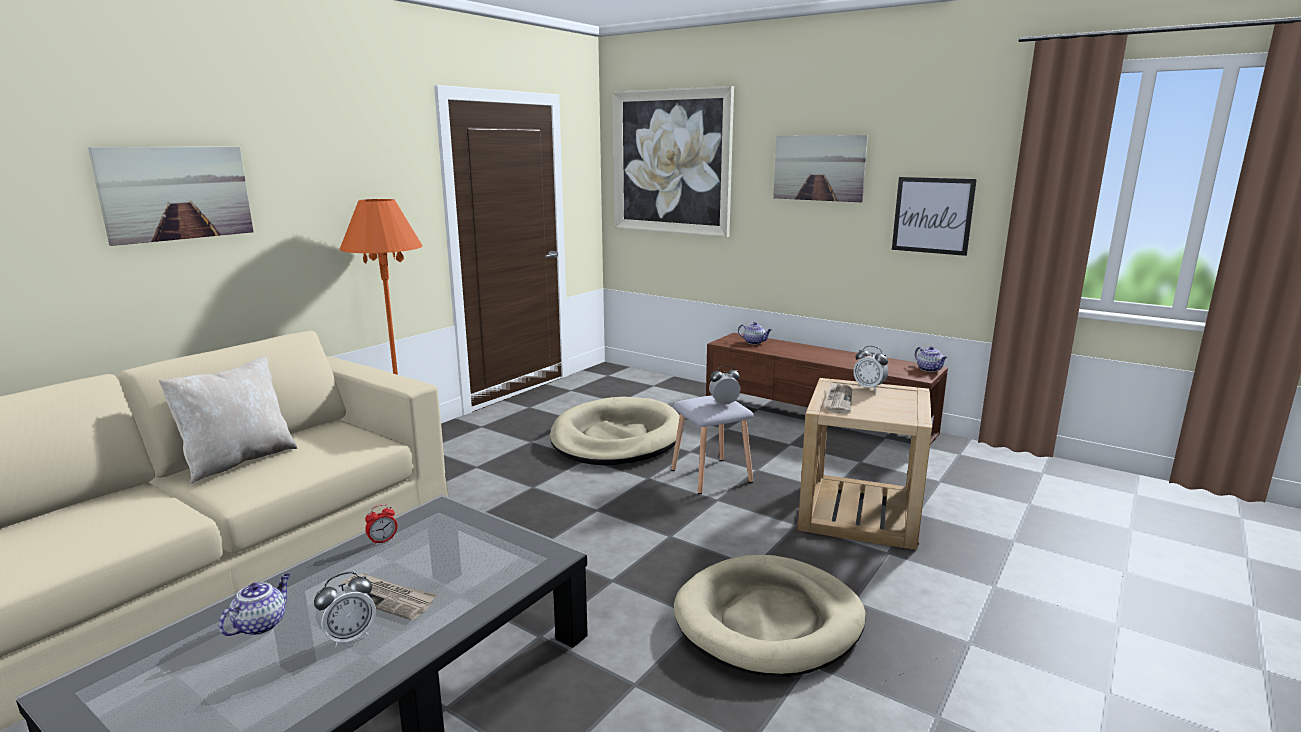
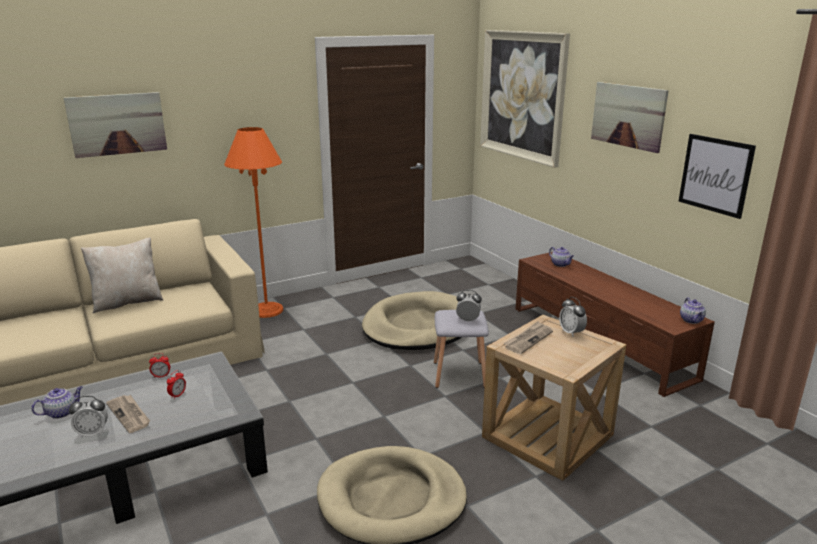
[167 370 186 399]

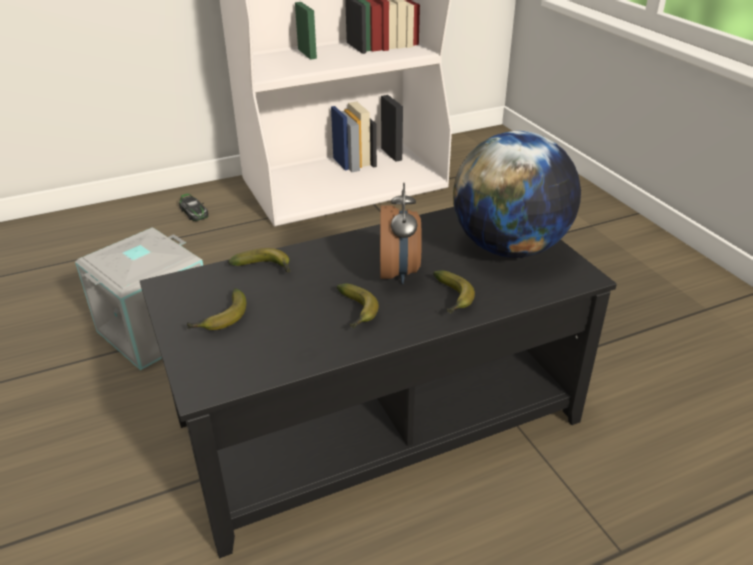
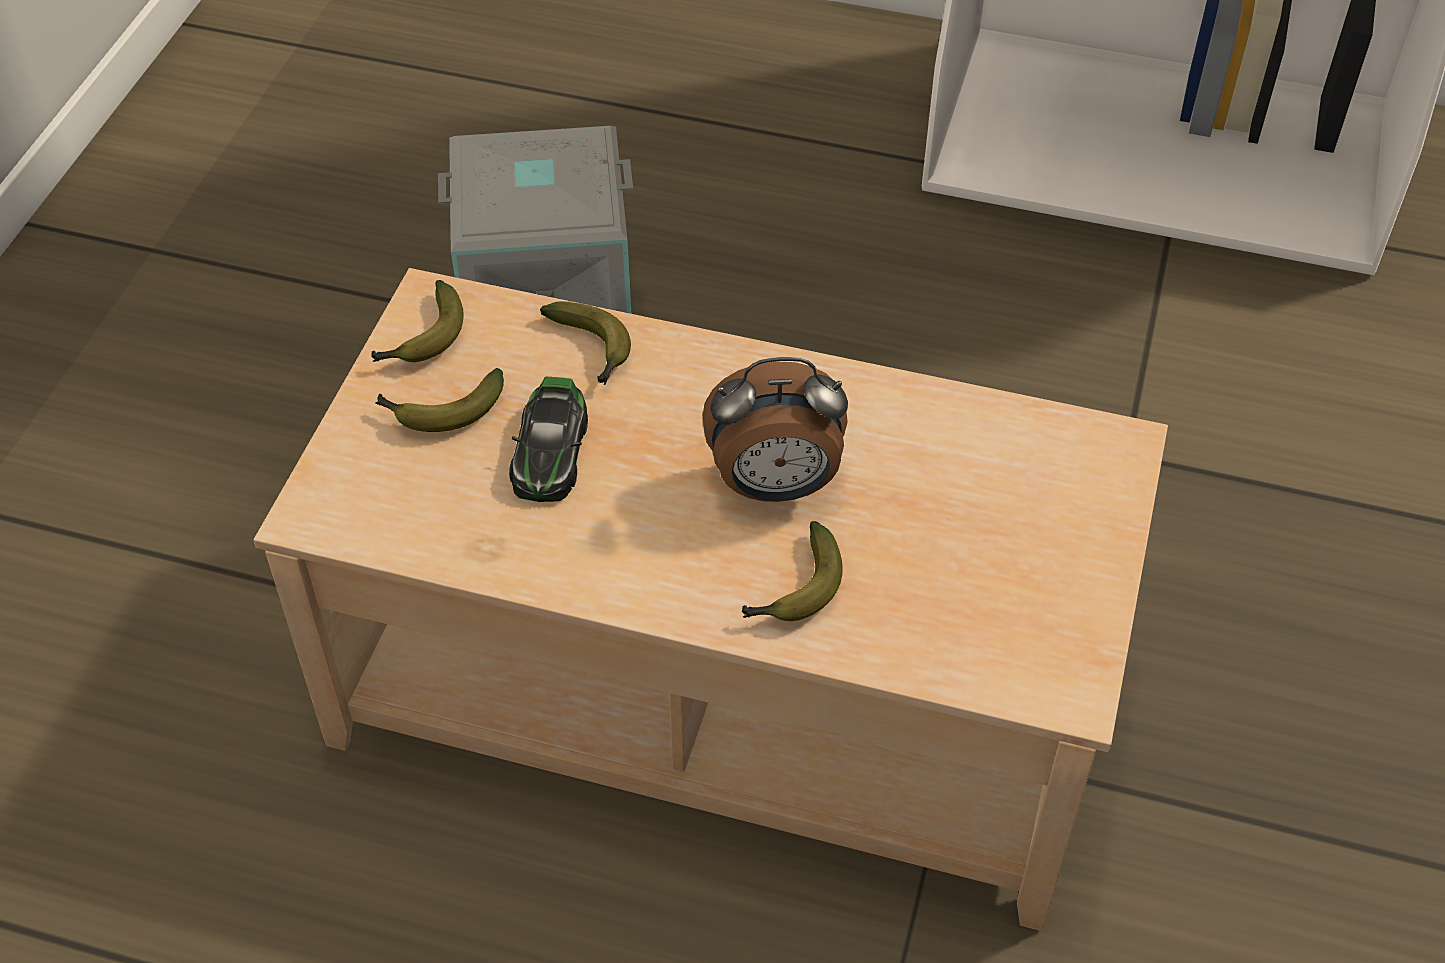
[253 268 1168 931]
[371 280 463 362]
[509 377 588 502]
[703 357 848 502]
[453 131 581 258] (first image)

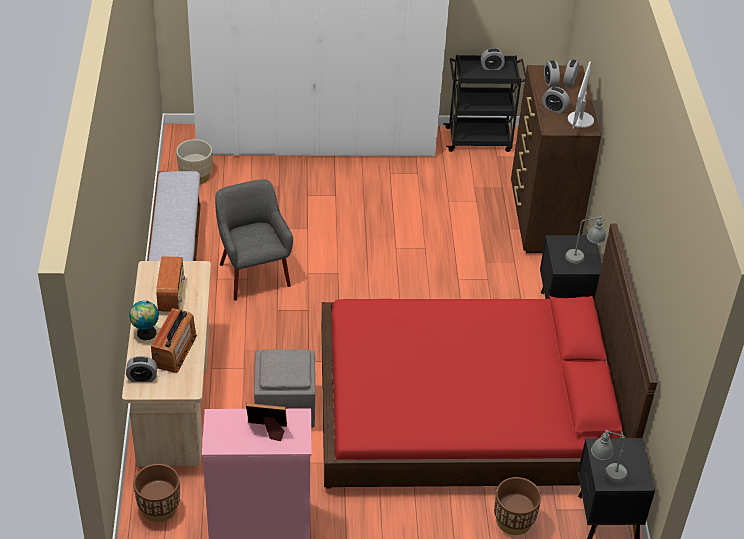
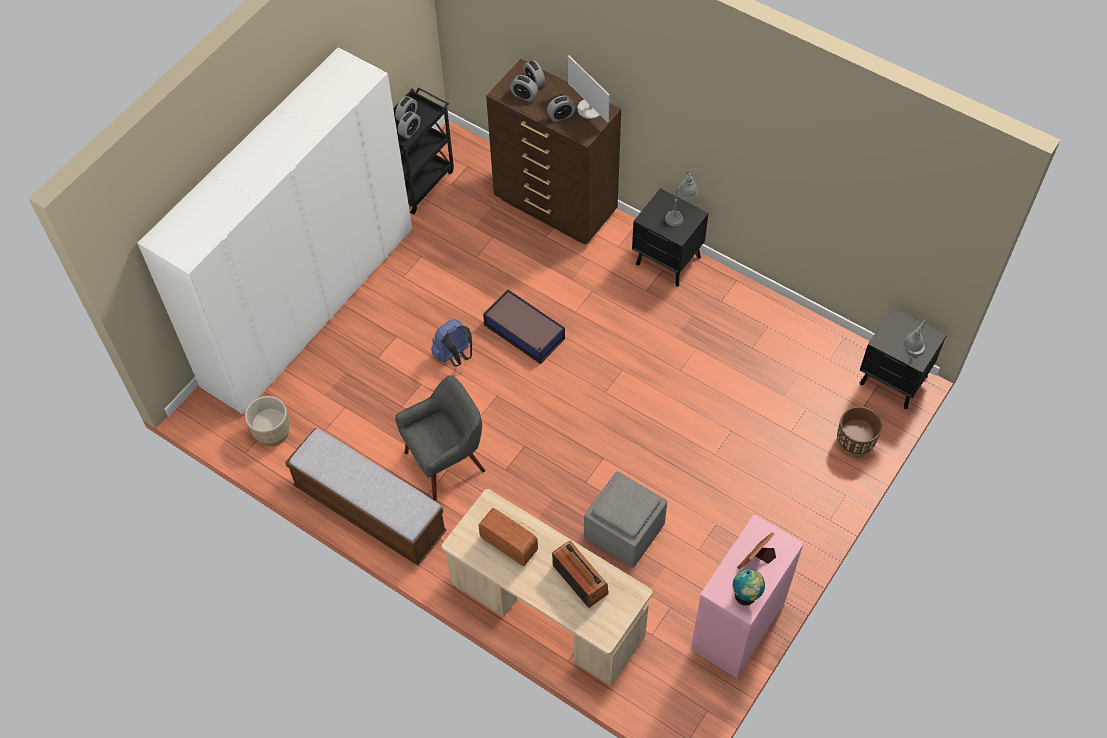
[395 375 485 501]
[398 111 421 139]
[431 319 472 367]
[483 290 565 364]
[733 569 765 605]
[133 464 180 522] (first image)
[321 224 657 489] (first image)

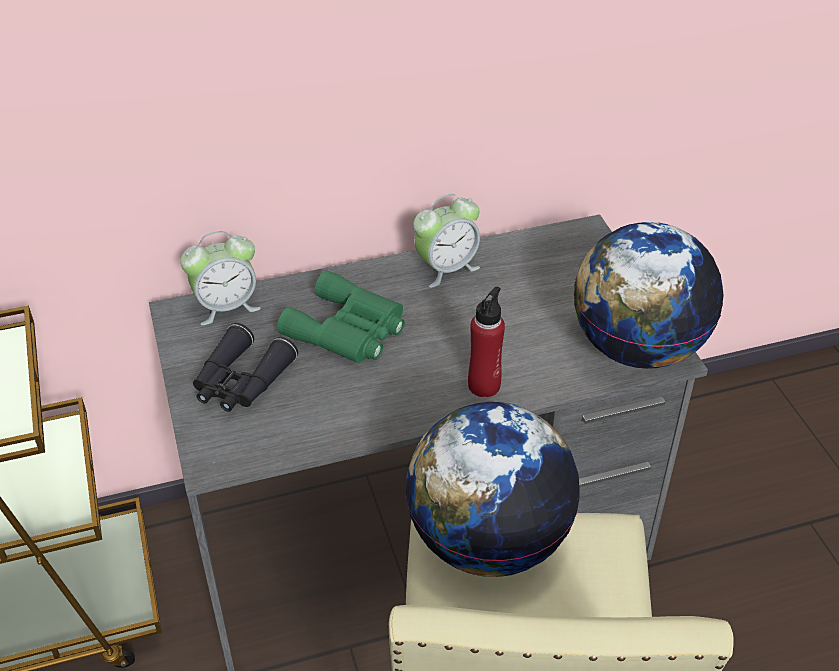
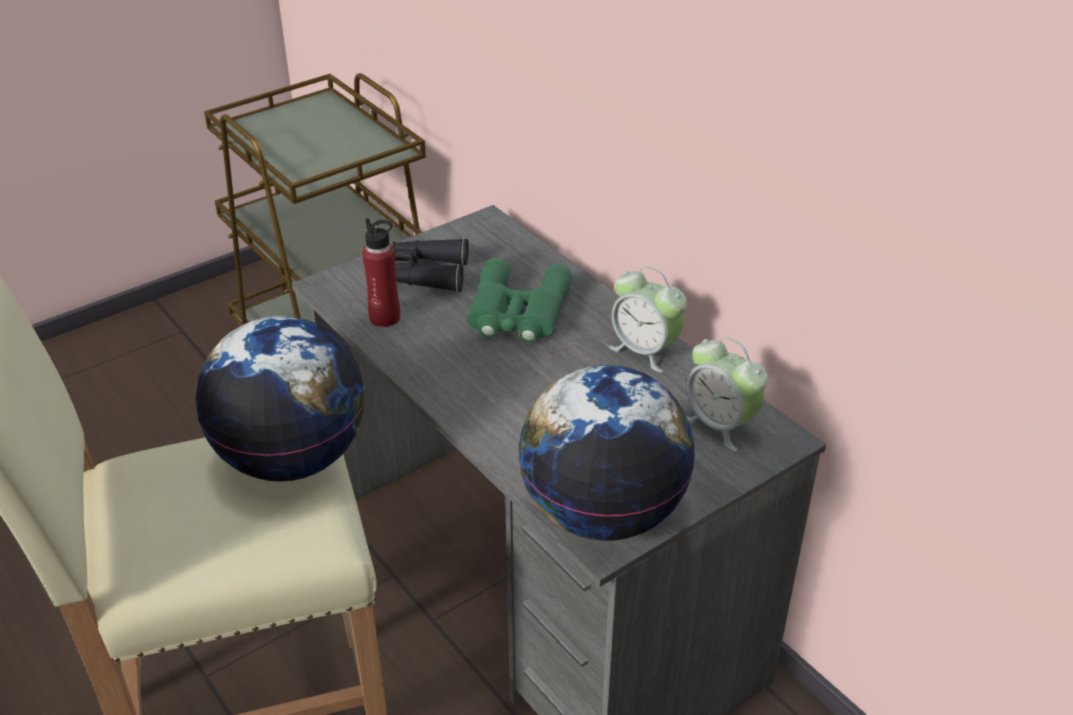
[362 218 400 327]
[686 337 768 451]

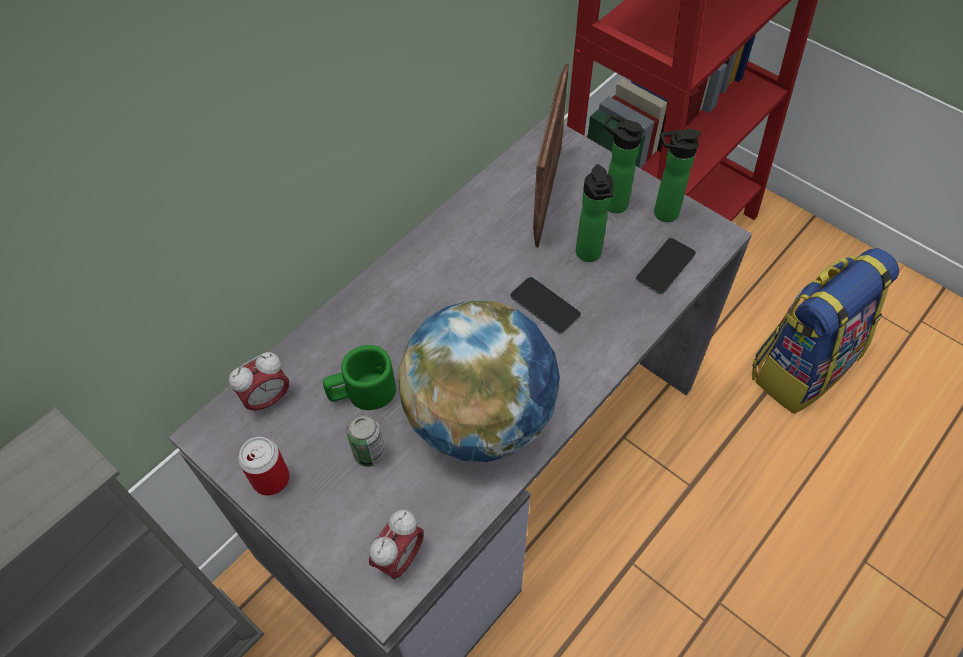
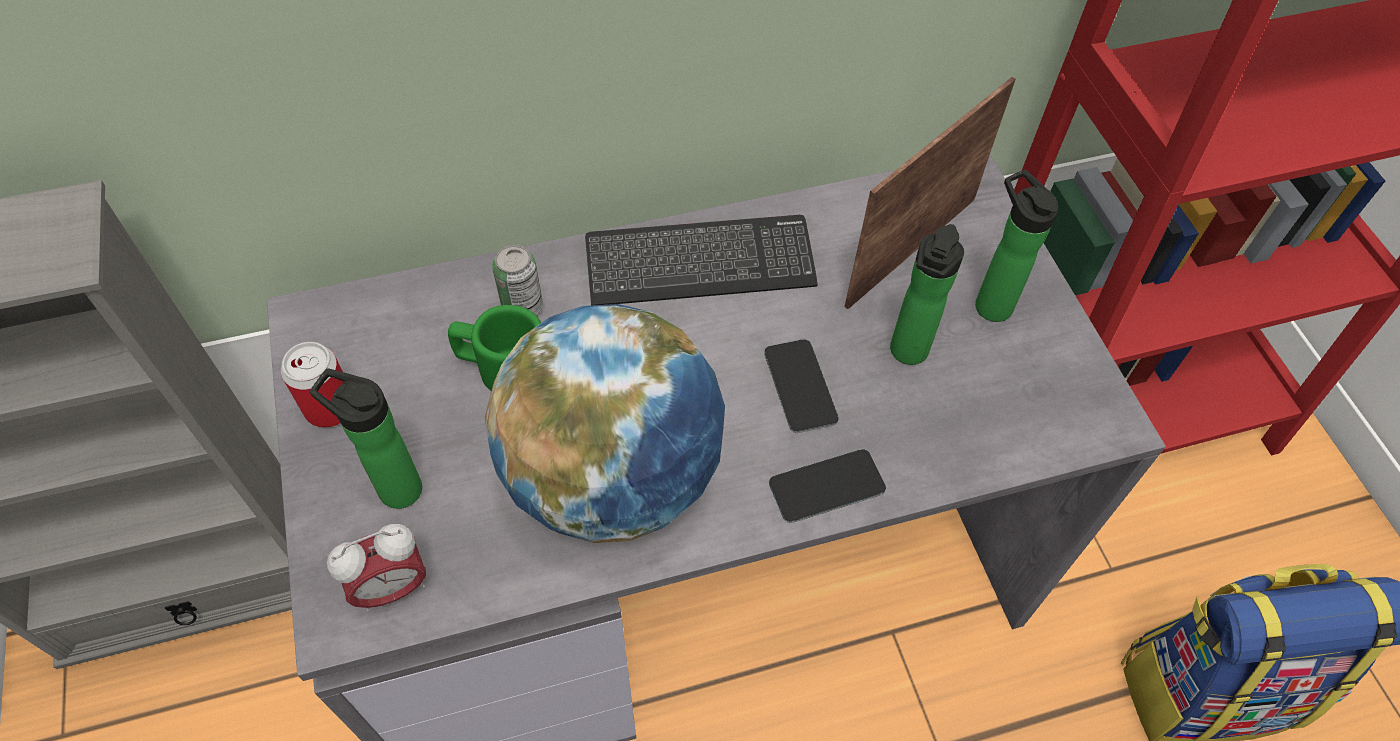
[310 368 422 509]
[492 244 543 315]
[585 215 818 305]
[769 449 886 523]
[229 352 289 415] (first image)

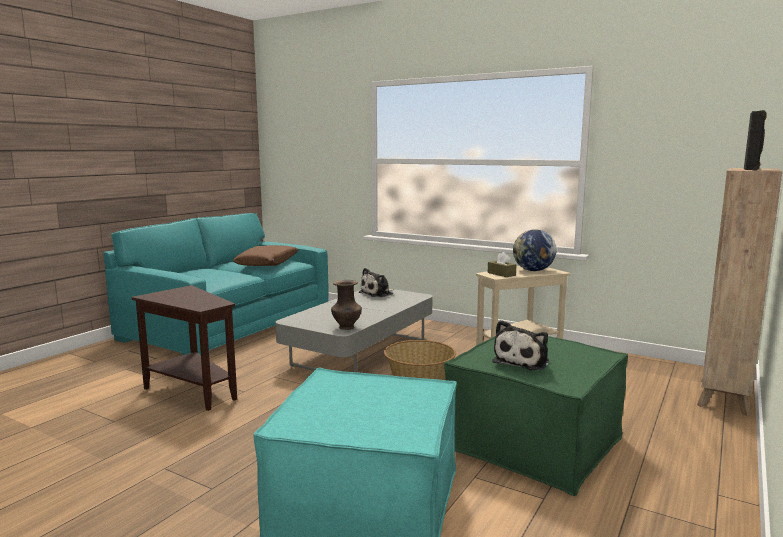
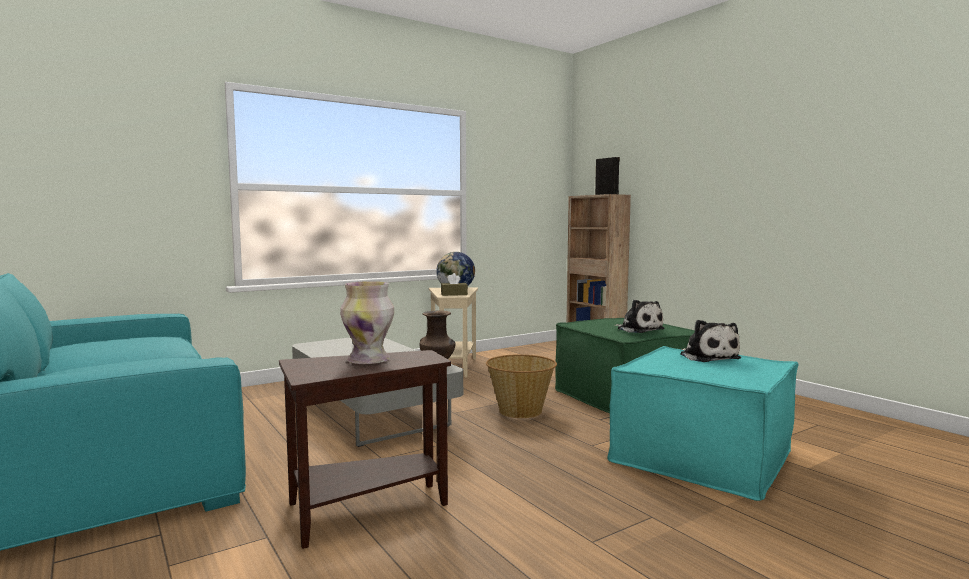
[340 281 394 364]
[680 320 741 362]
[233 245 299 266] (first image)

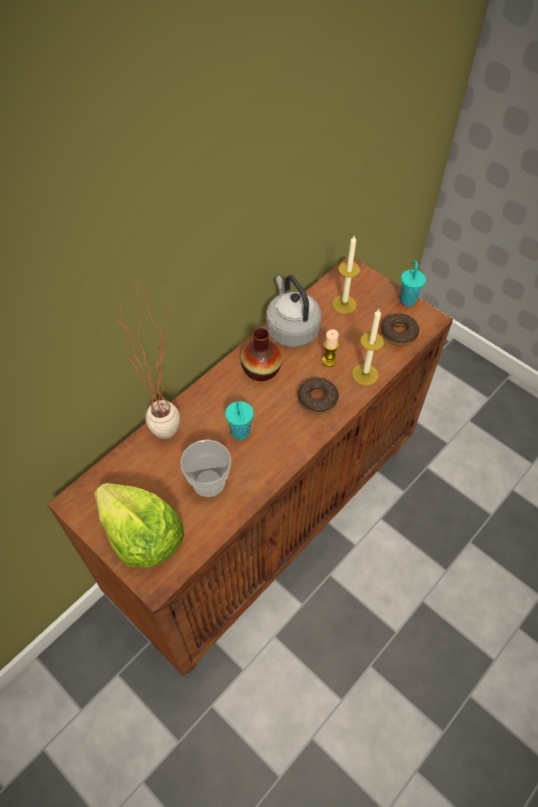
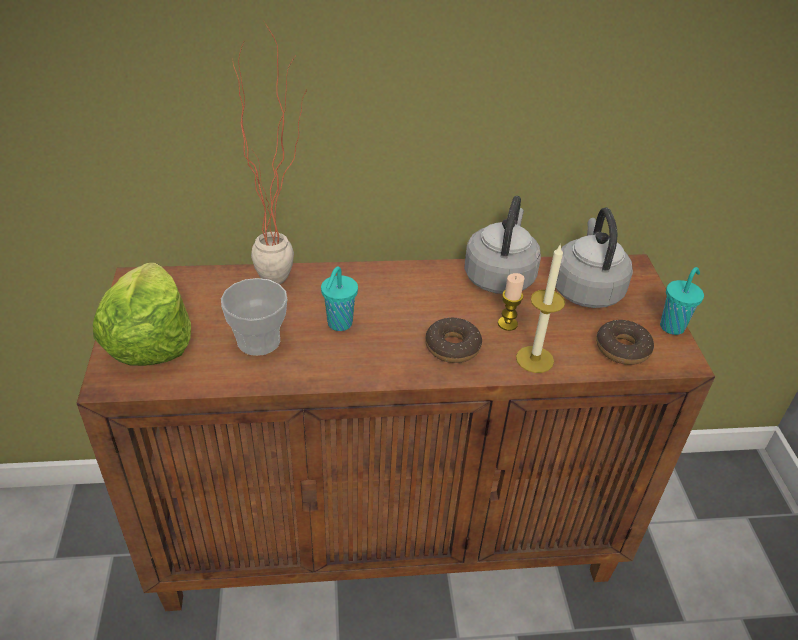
[556 208 633 308]
[241 328 282 381] (first image)

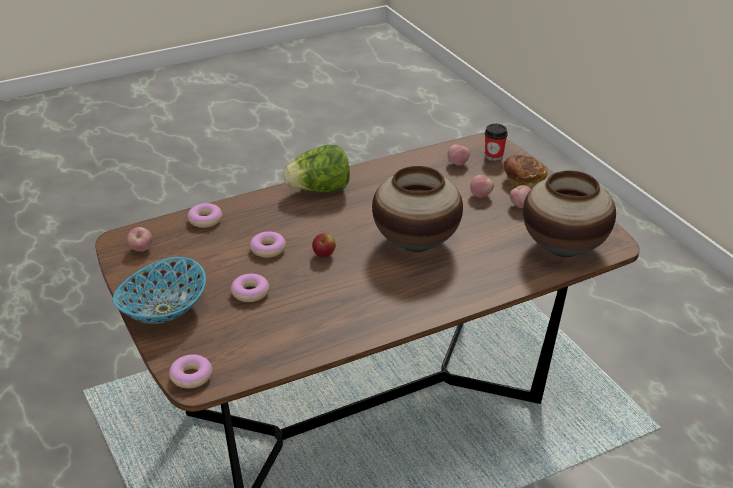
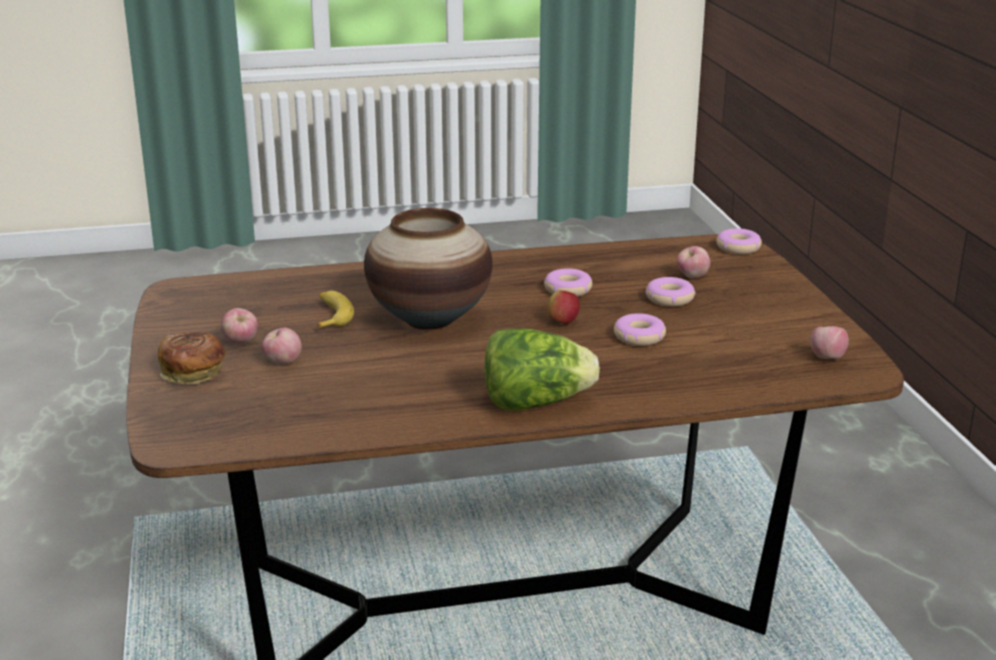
[317 291 354 329]
[544 268 592 297]
[677 246 710 279]
[113 257 206 324] (first image)
[485 124 508 161] (first image)
[523 171 616 258] (first image)

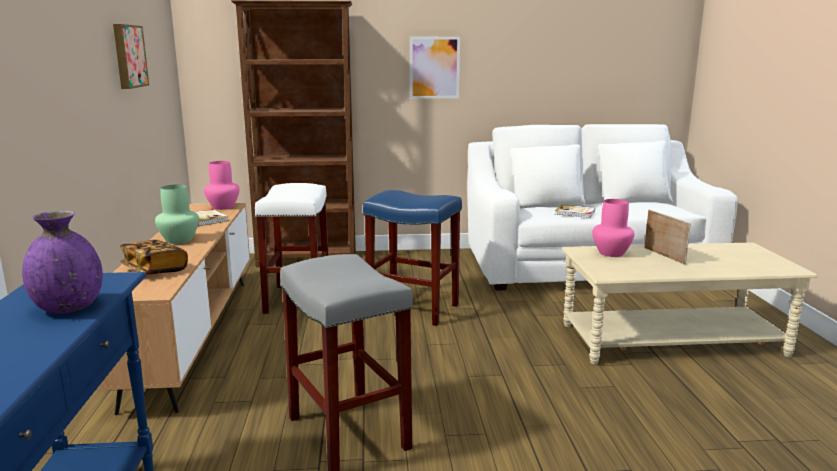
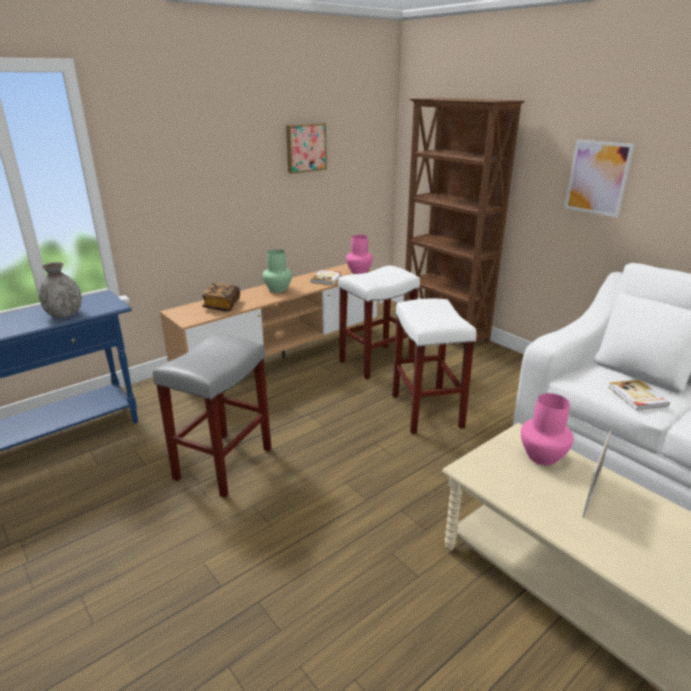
[39 262 82 318]
[392 298 476 434]

